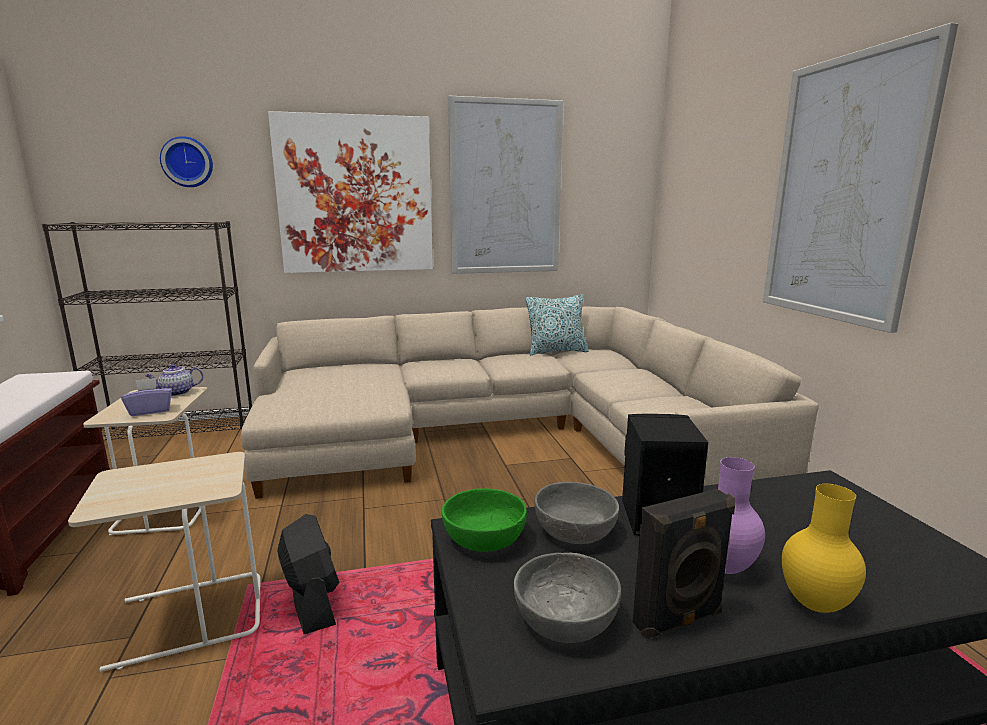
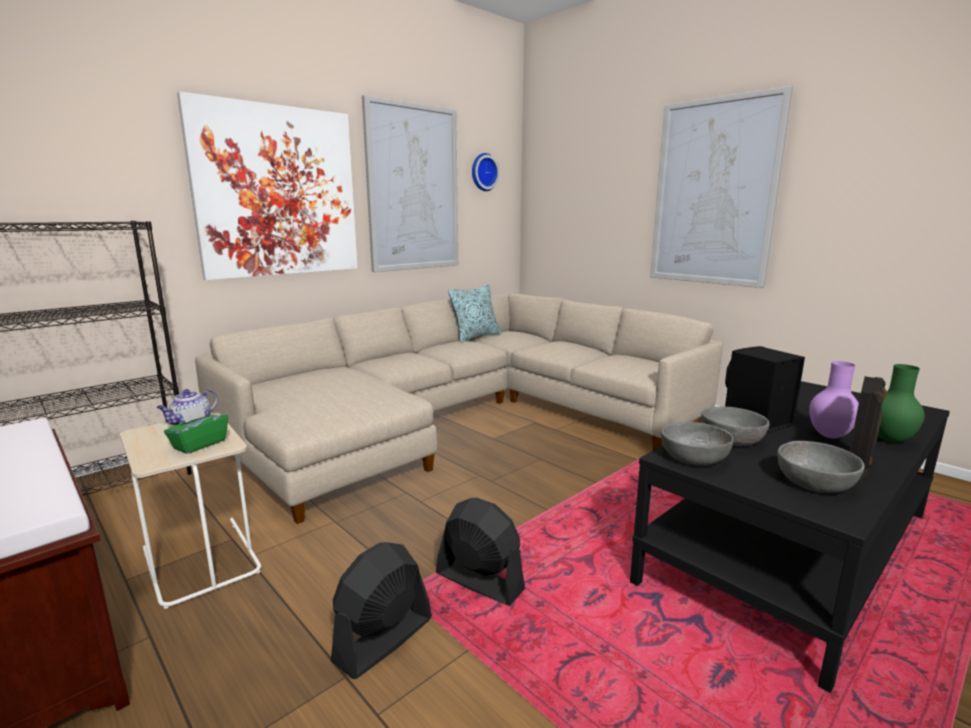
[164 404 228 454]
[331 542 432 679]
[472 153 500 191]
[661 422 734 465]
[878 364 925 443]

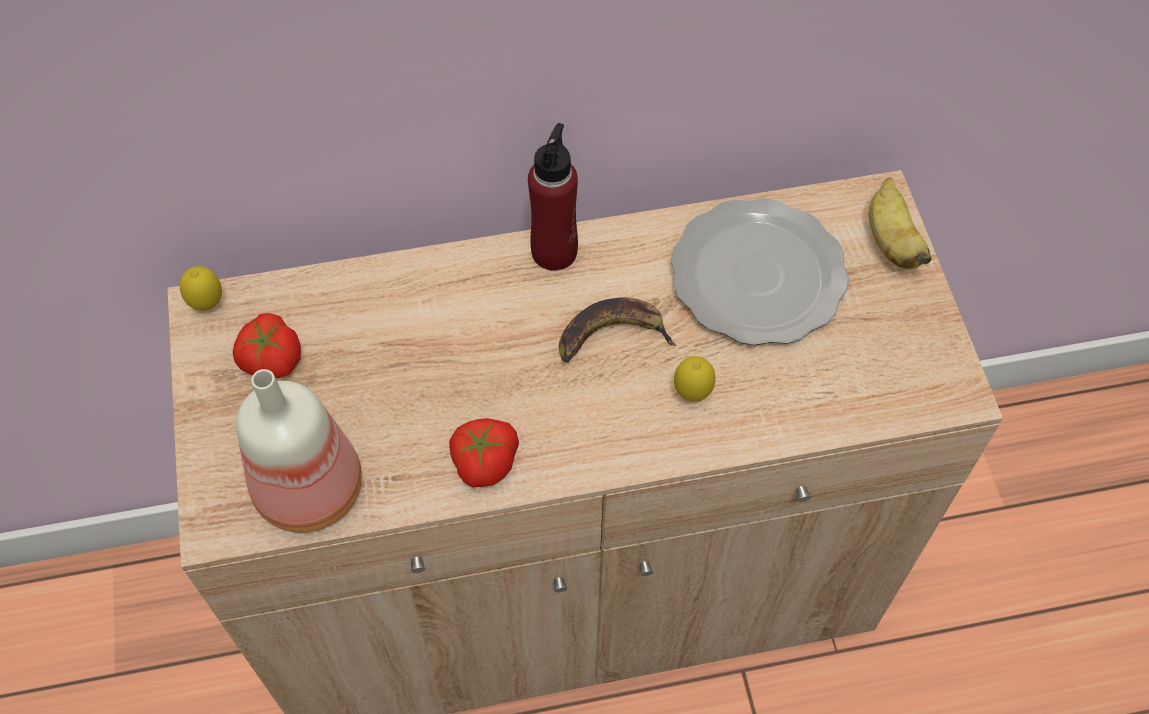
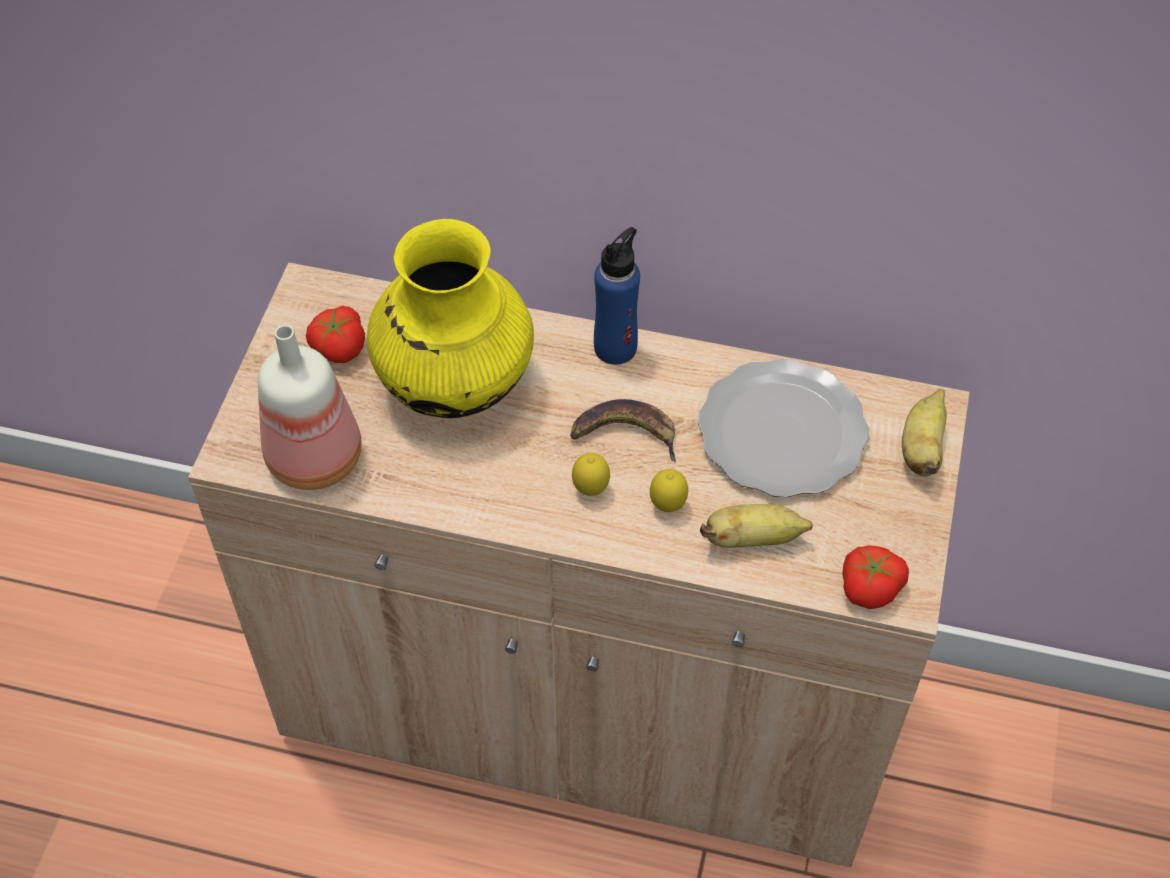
[367 219 534 418]
[572 453 610 496]
[594 227 640 365]
[700 504 813 548]
[843 545 909 609]

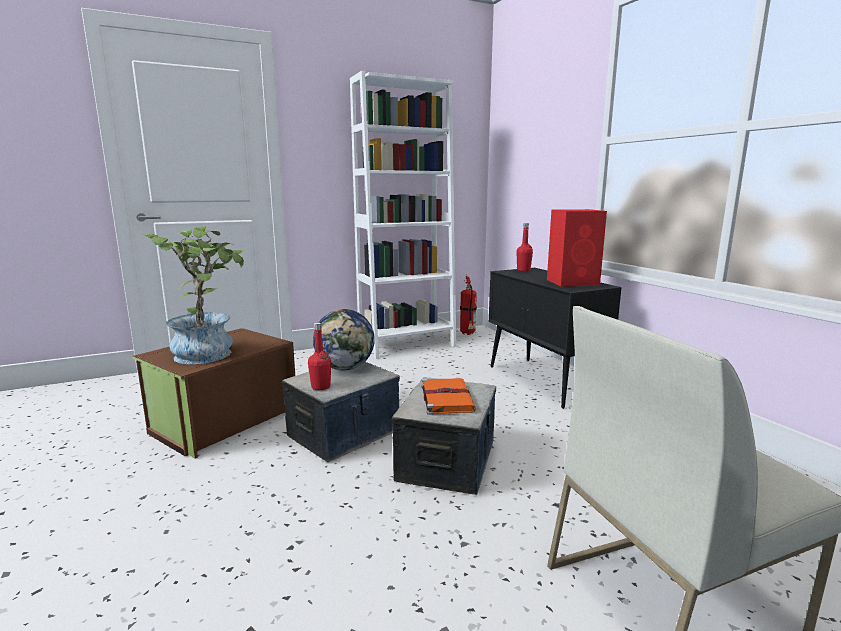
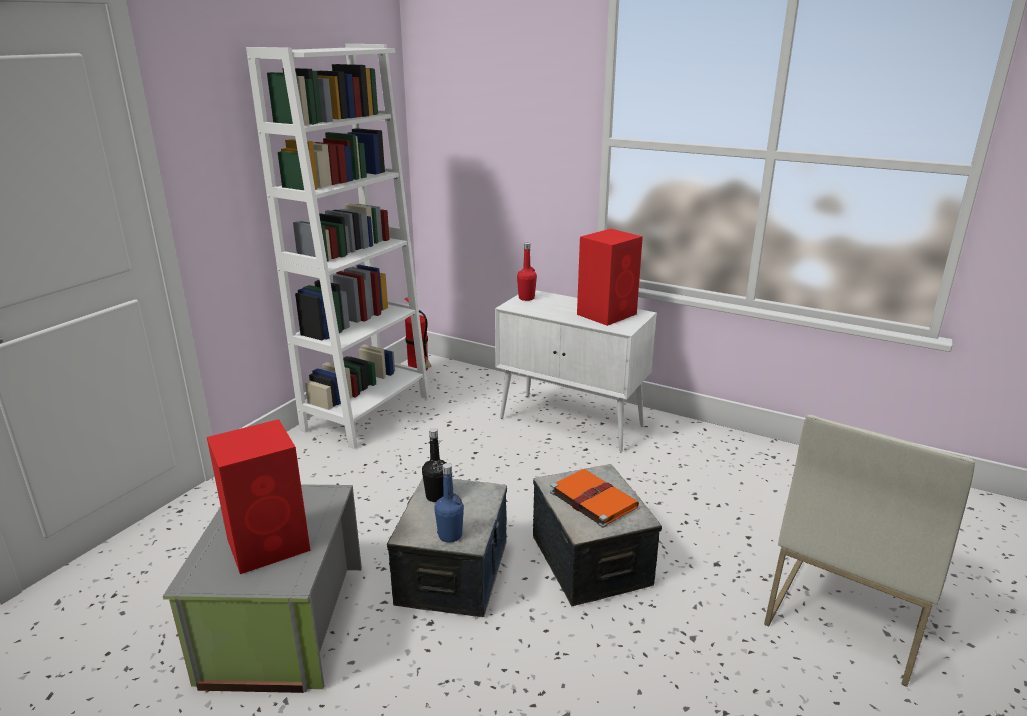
[163 484 362 693]
[207 419 311 574]
[422 428 446 502]
[434 463 464 543]
[495 290 657 452]

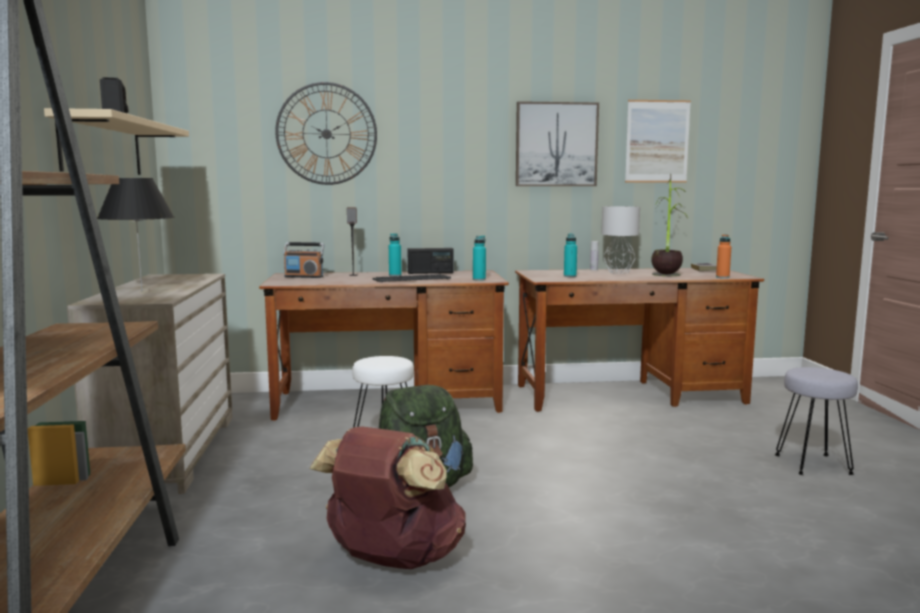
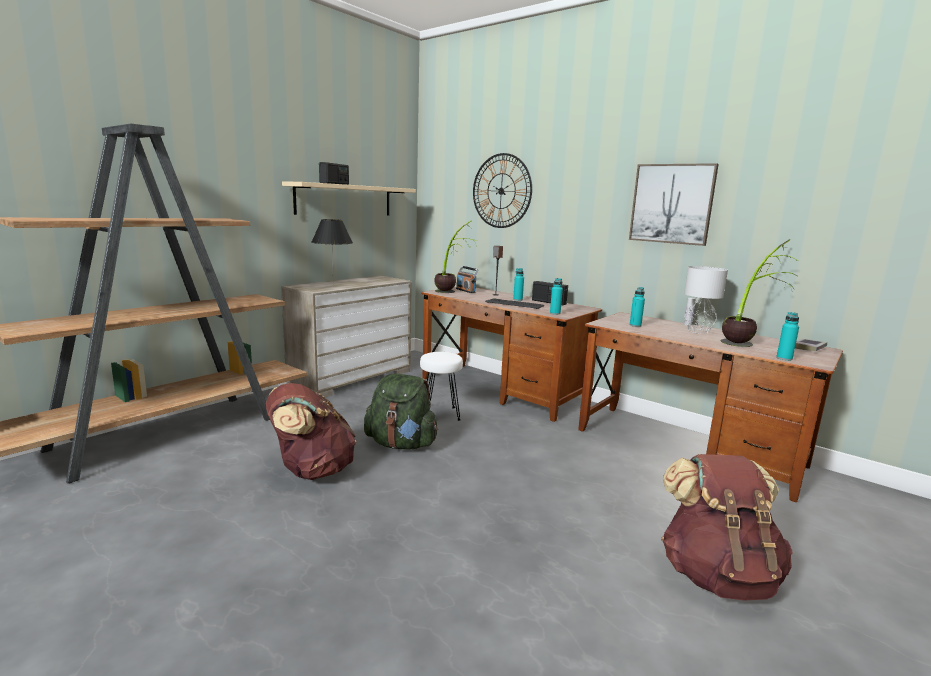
[434 220 477 293]
[661 454 793 600]
[776 312 799 361]
[625 100 691 182] (first image)

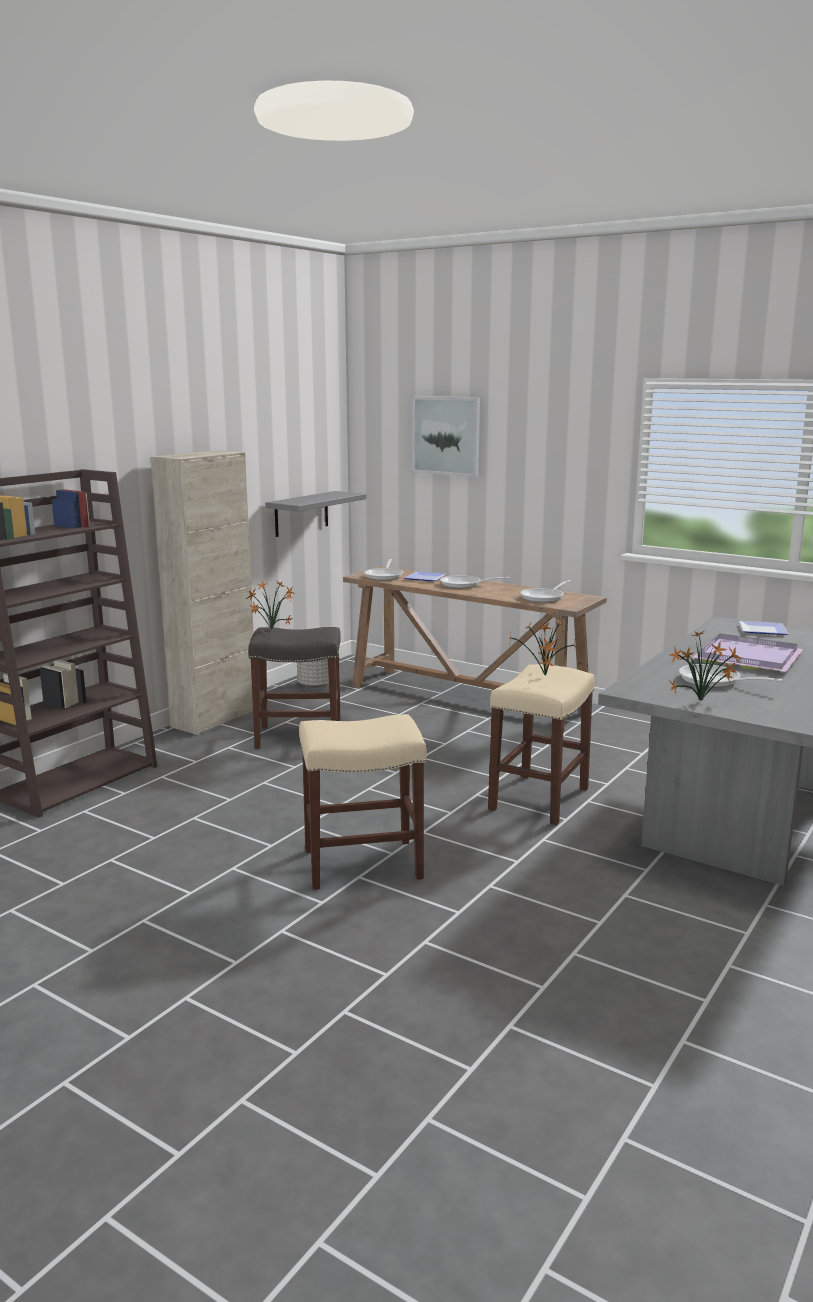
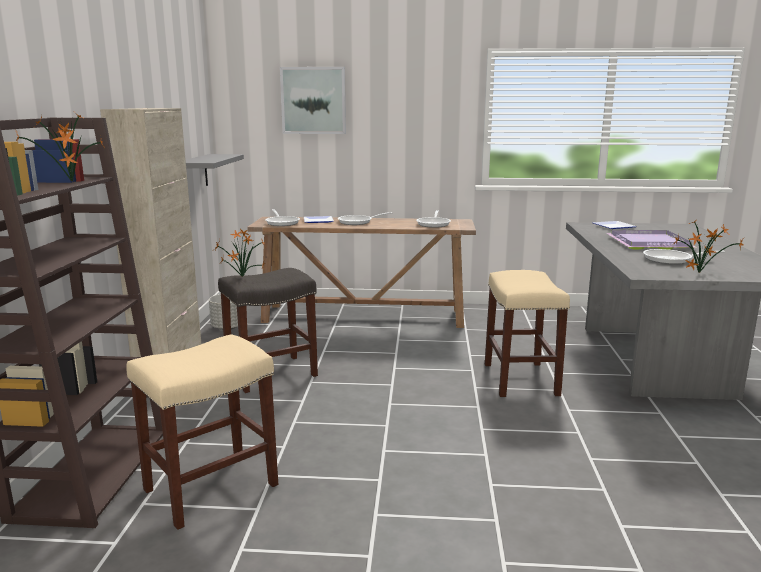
[16 111 105 181]
[126 334 278 530]

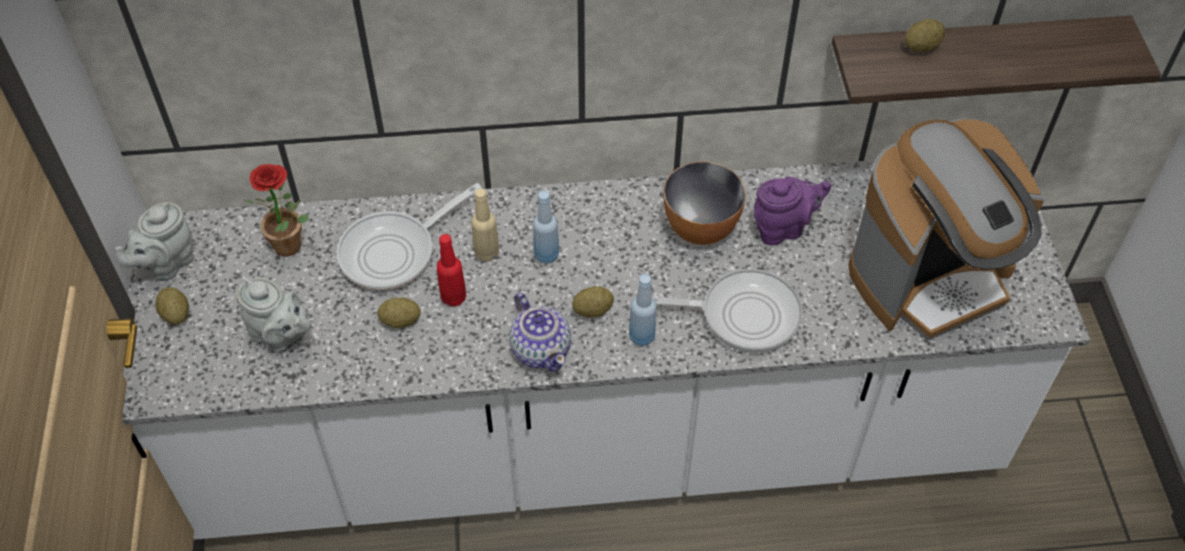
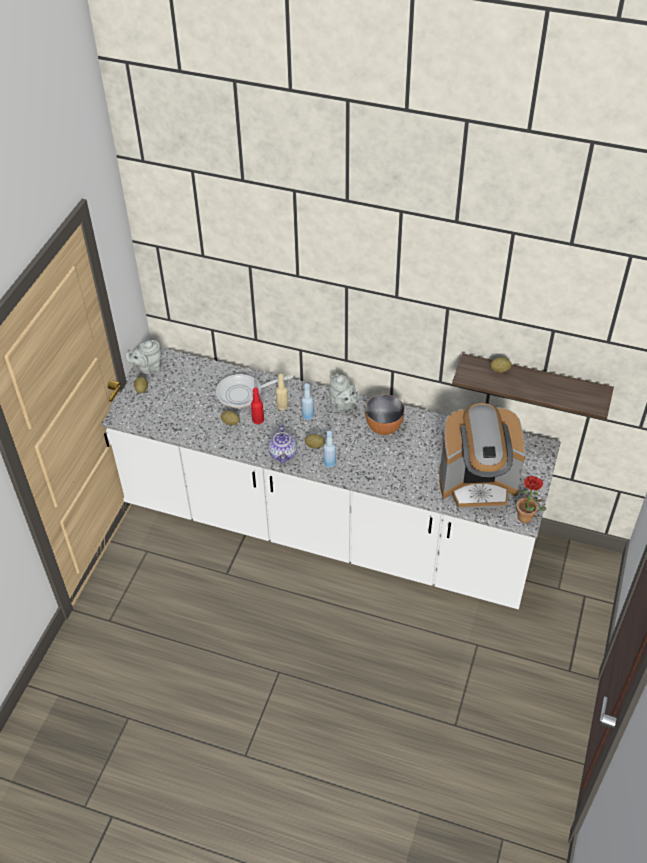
[329 373 357 411]
[516 476 546 523]
[652 269 803 353] (first image)
[754 176 831 245] (first image)

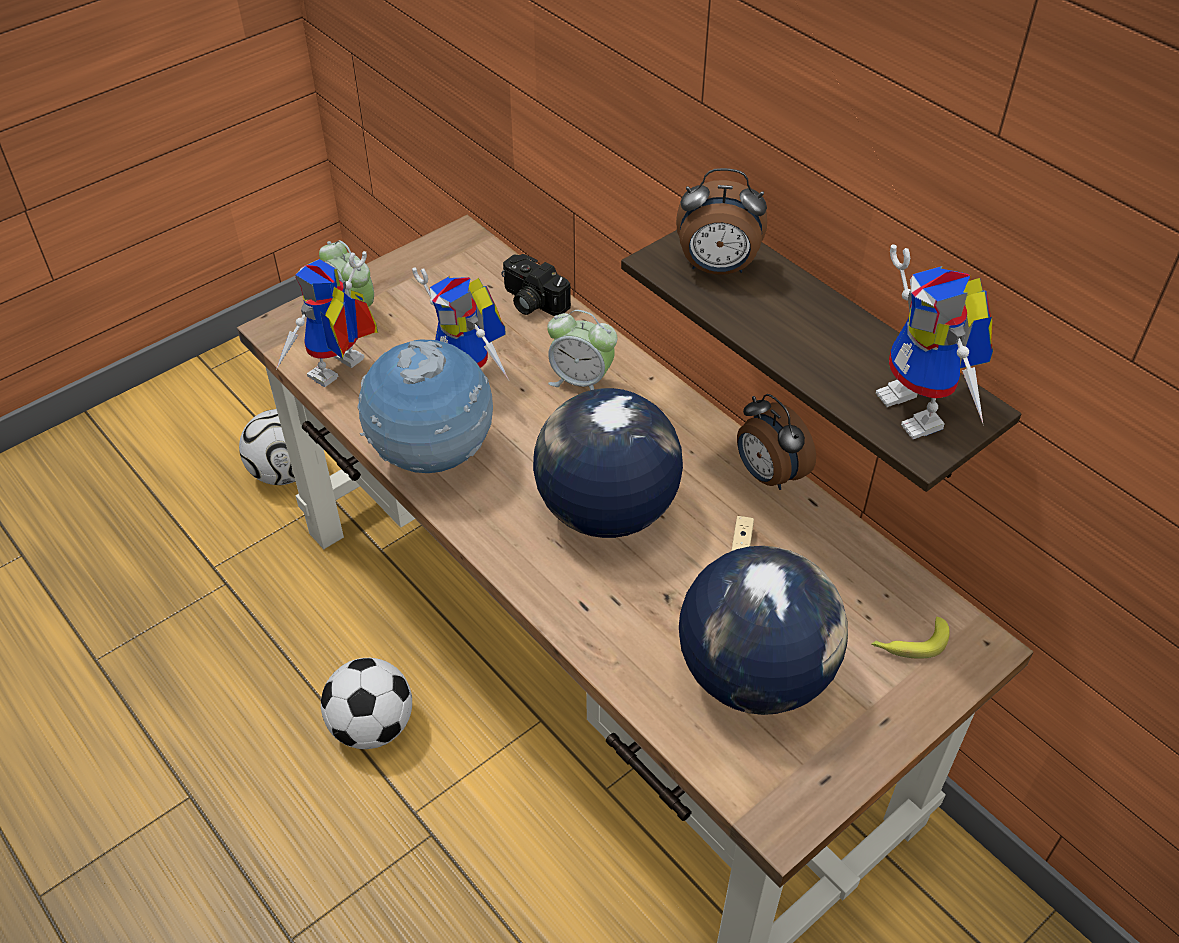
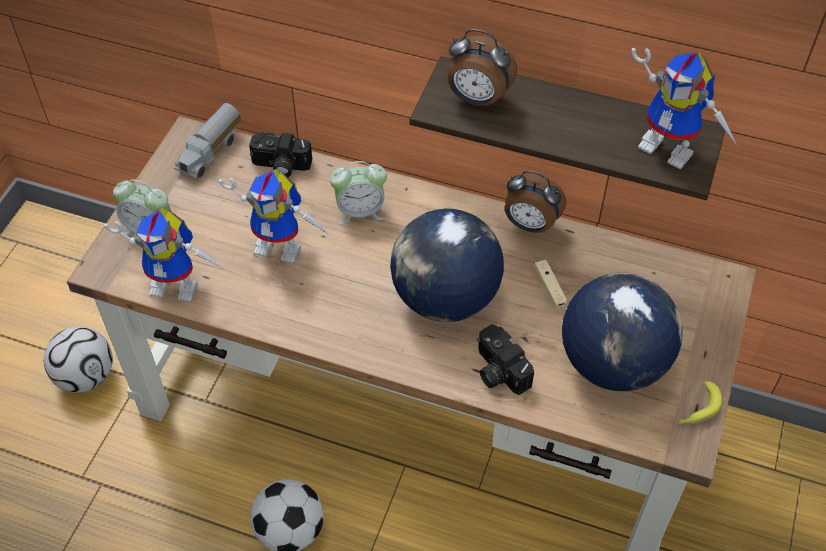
[104 207 224 302]
[174 103 241 179]
[448 29 517 106]
[477 324 534 395]
[679 381 723 424]
[357 339 493 473] (first image)

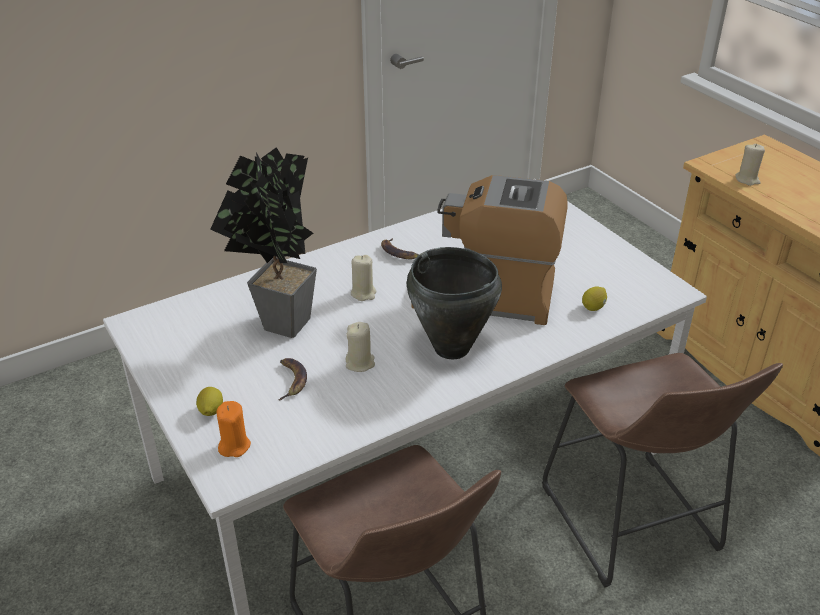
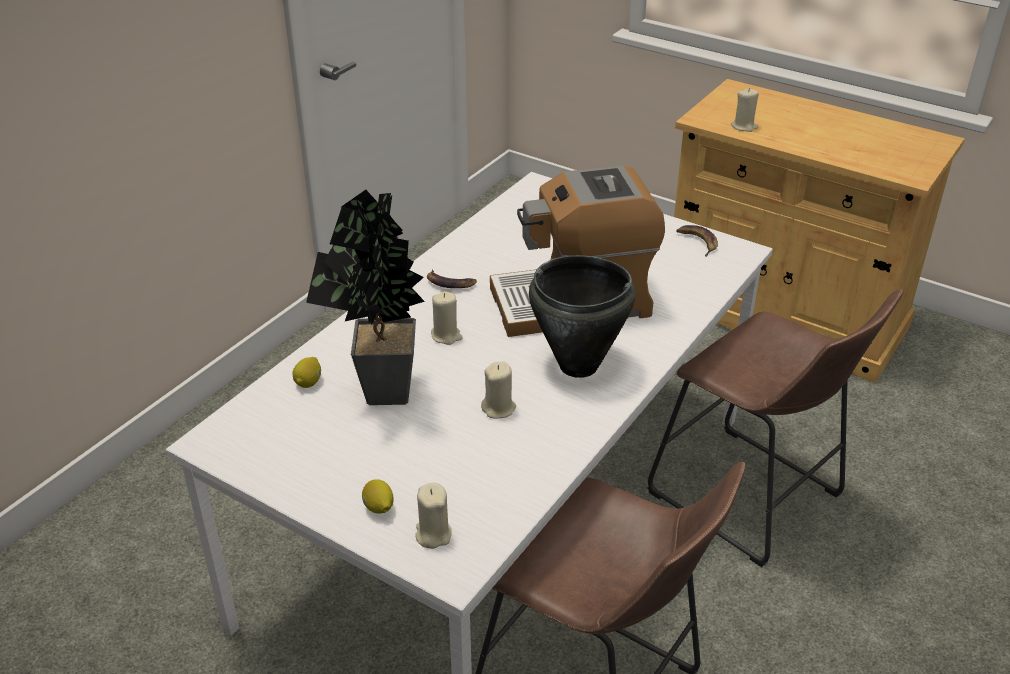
[292 357 321 388]
[415 483 452 549]
[676 225 718 257]

